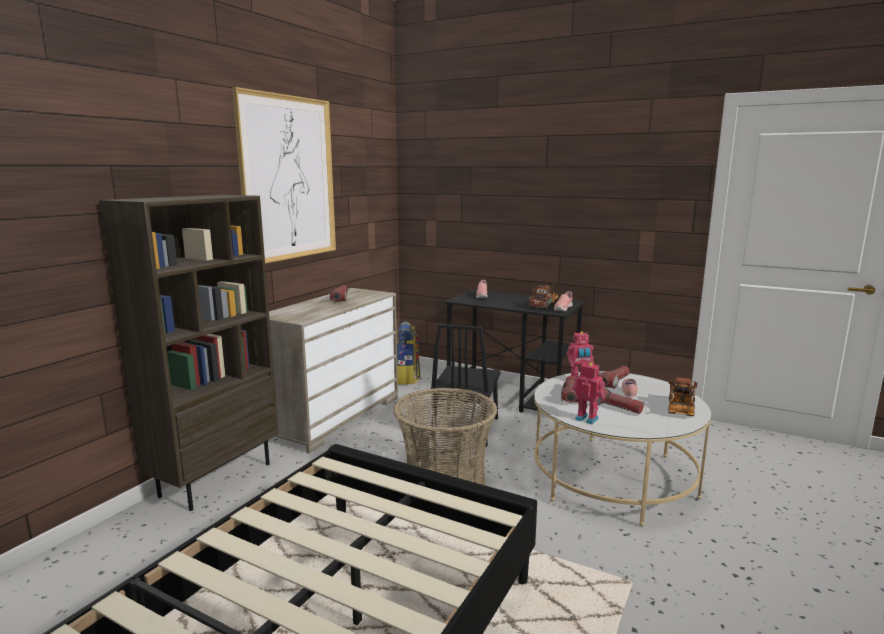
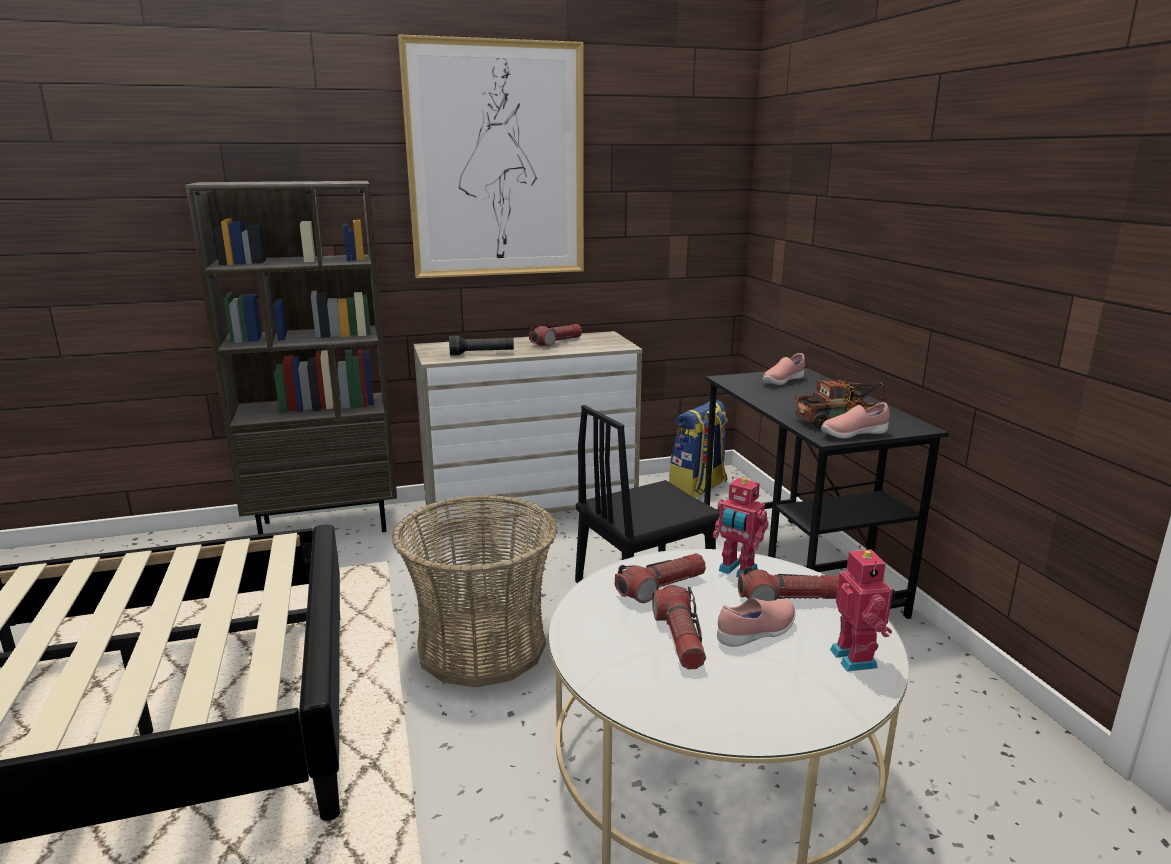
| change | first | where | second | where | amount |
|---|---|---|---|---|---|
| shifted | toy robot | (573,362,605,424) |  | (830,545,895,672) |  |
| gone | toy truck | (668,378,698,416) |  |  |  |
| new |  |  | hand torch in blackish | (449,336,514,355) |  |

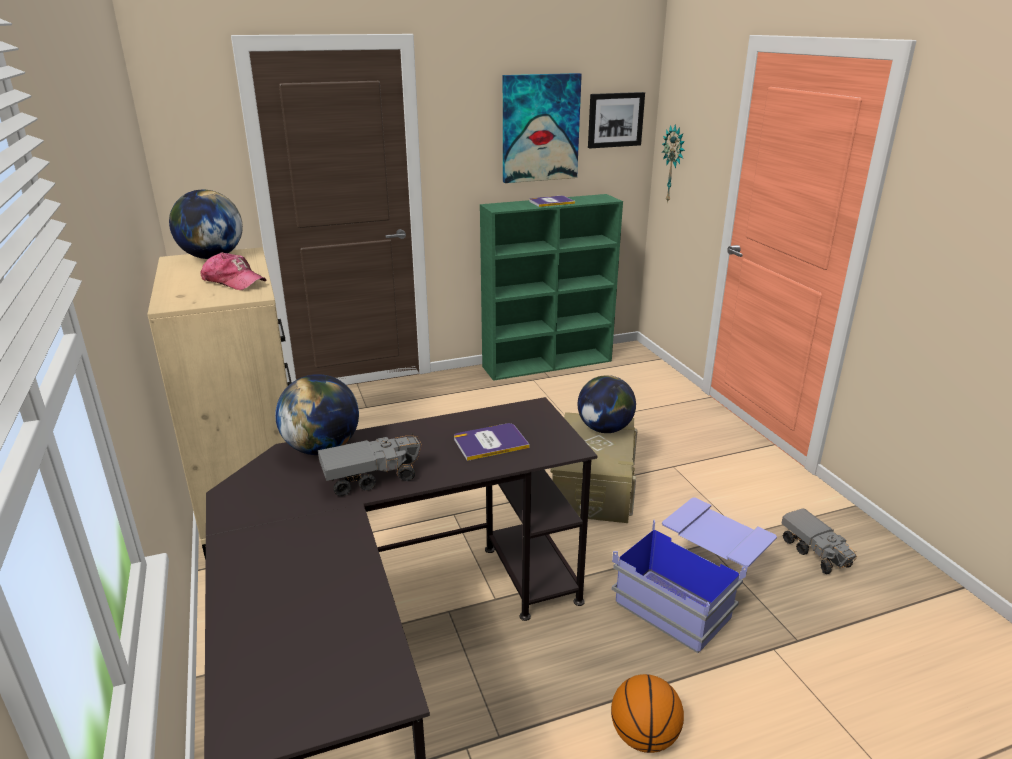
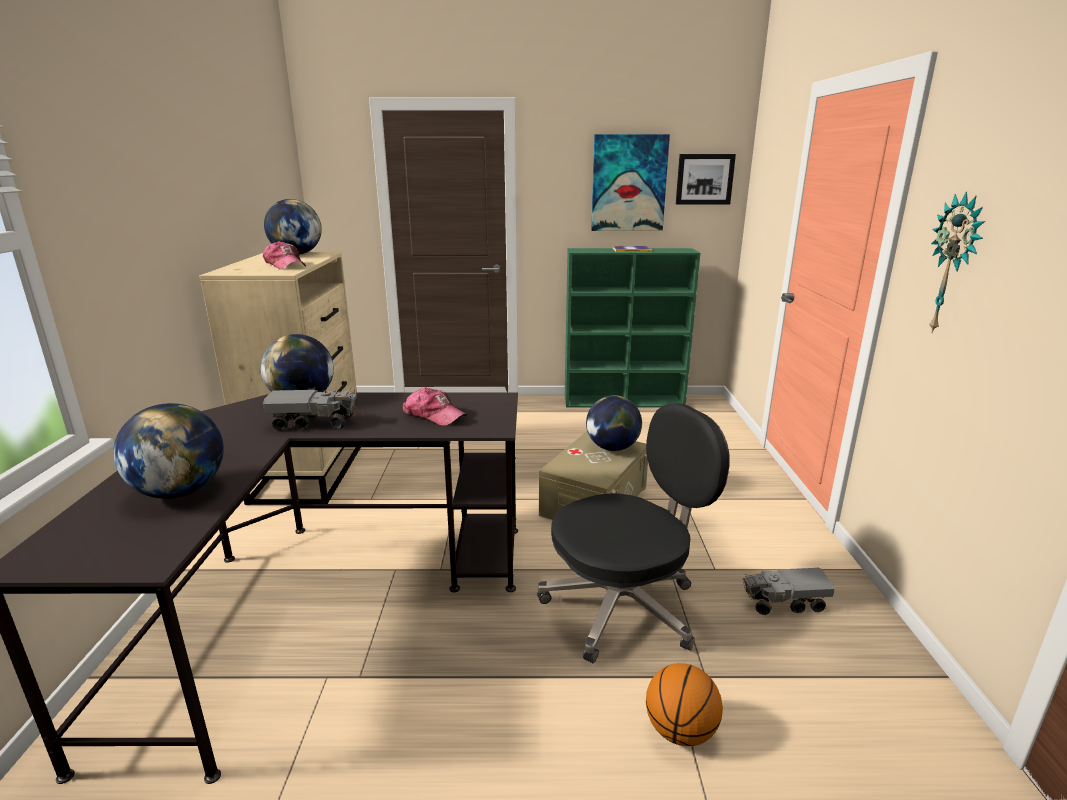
| change | first | where | second | where | amount |
|---|---|---|---|---|---|
| shifted | hanging clock | (662,124,685,203) |  | (929,192,985,333) |  |
| swapped | volume | (454,423,530,461) | cap | (403,387,467,426) |  |
| swapped | storage bin in blue | (612,498,777,653) | office chair in blackish | (537,403,730,663) |  |
| rotated | toy truck | (781,508,858,574) |  | (742,568,835,615) | 90 degrees clockwise |
| shifted | basketball ball | (611,674,684,753) |  | (646,663,723,746) |  |
| new |  |  | desk globe | (113,403,224,499) |  |

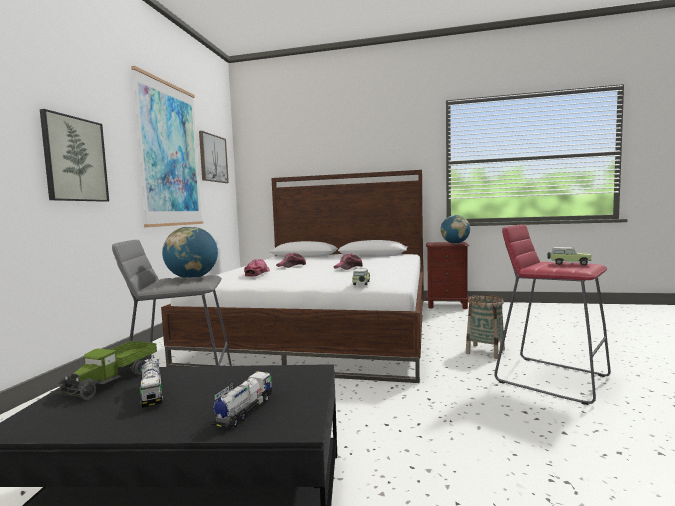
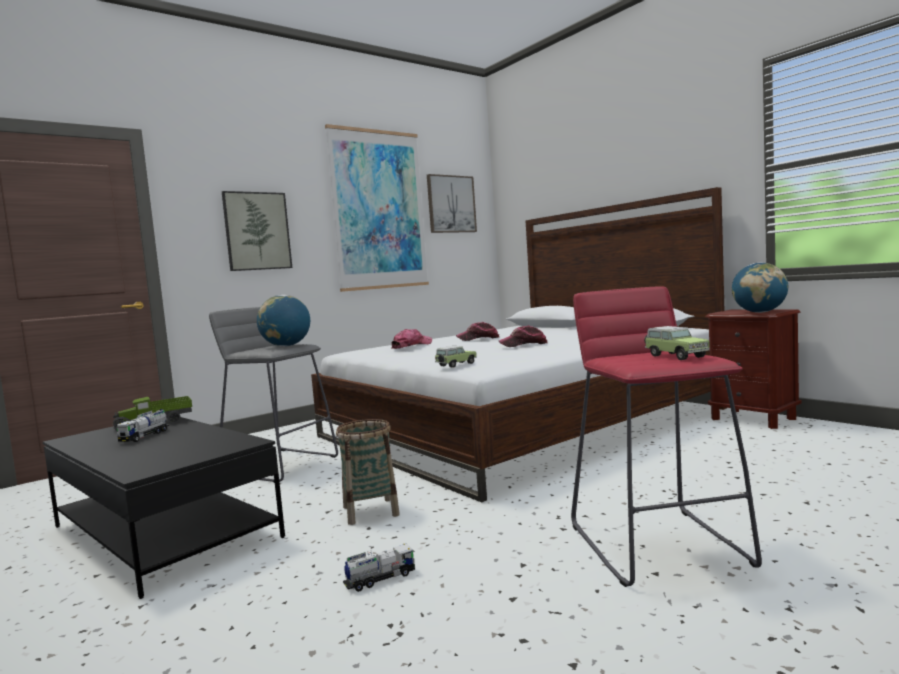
| change | first | where | second | where | amount |
|---|---|---|---|---|---|
| shifted | storage basket | (466,295,505,359) |  | (336,419,400,525) |  |
| shifted | toy truck | (212,371,272,428) |  | (343,544,415,592) |  |

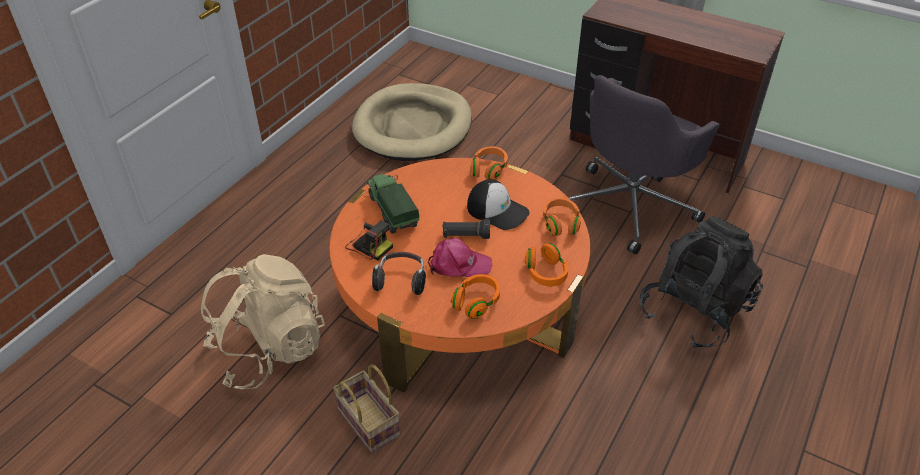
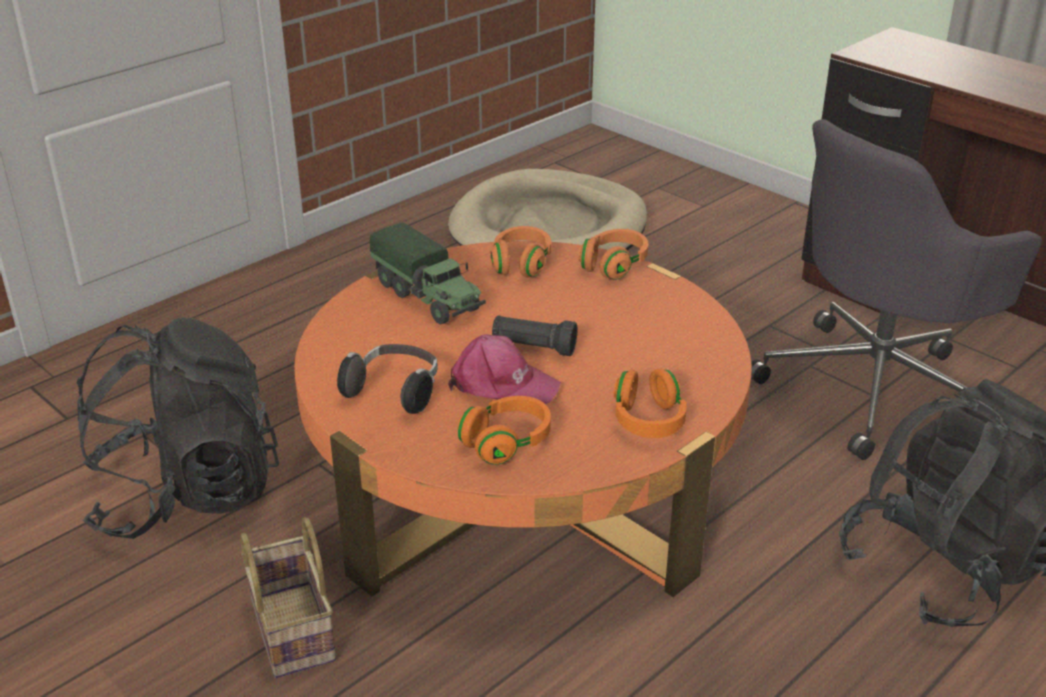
| change | first | where | second | where | amount |
|---|---|---|---|---|---|
| rotated | toy truck | (367,174,420,234) |  | (370,223,486,324) | 150 degrees clockwise |
| gone | cap | (467,179,530,230) |  |  |  |
| shifted | headset in orange-coloured | (543,198,581,236) |  | (490,226,551,278) |  |
| gone | photo camera | (345,221,393,261) |  |  |  |
| repainted | rucksack in beige-coloured | (201,254,325,389) | rucksack in blackish | (77,317,279,539) |  |

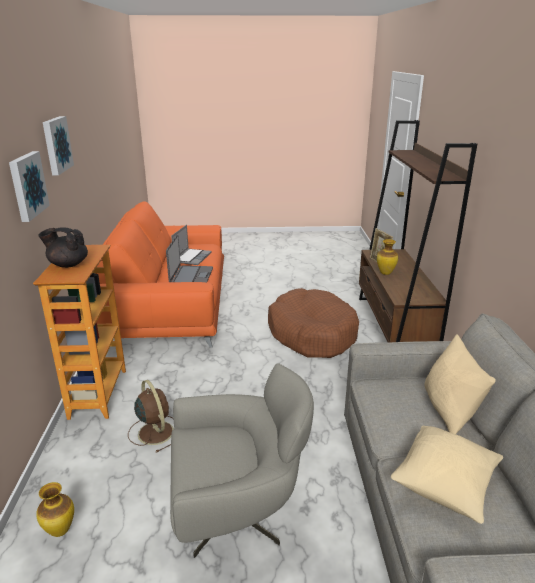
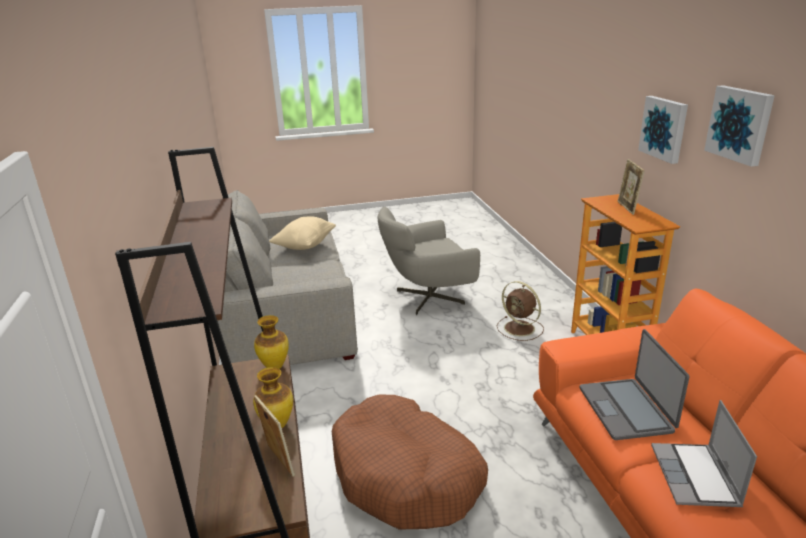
| change | first | where | second | where | amount |
|---|---|---|---|---|---|
| swapped | tea pot in blackish | (38,227,88,268) | standing frame | (618,159,645,215) |  |
| gone | pillow in beige-coloured | (424,334,496,434) |  |  |  |
| shifted | vase | (36,482,74,537) |  | (254,315,289,369) |  |

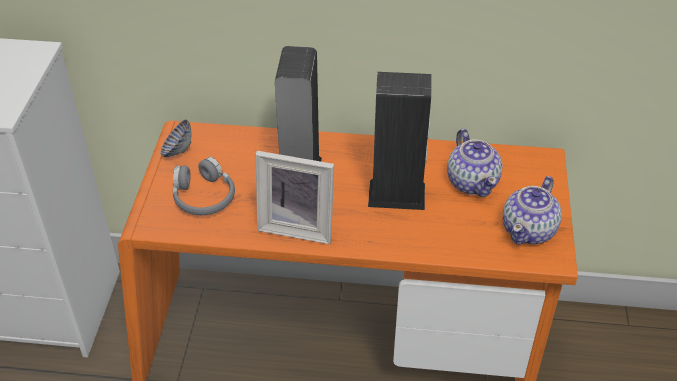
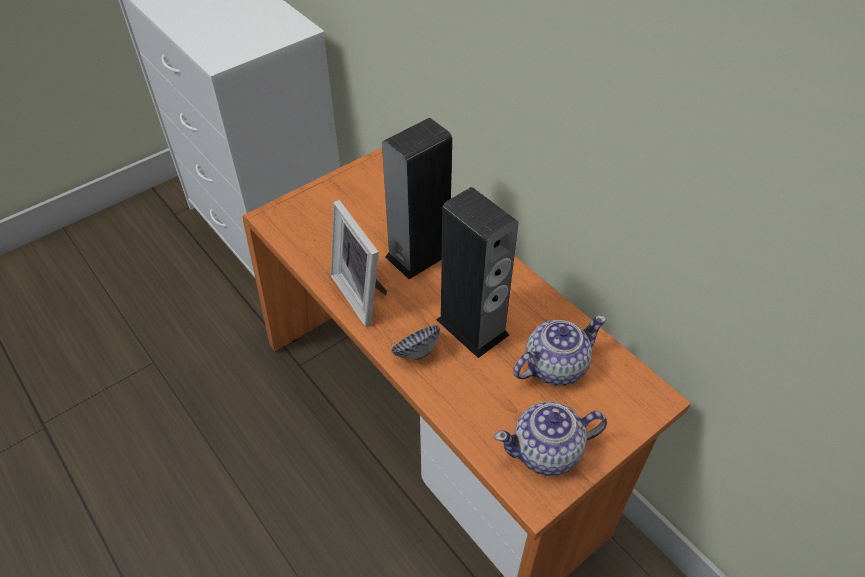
| change | first | where | second | where | amount |
|---|---|---|---|---|---|
| shifted | bowl | (160,120,192,157) |  | (391,325,440,360) |  |
| rotated | tea pot | (447,129,503,197) |  | (513,315,606,386) | 150 degrees counterclockwise |
| gone | headset in greyish | (173,157,235,215) |  |  |  |

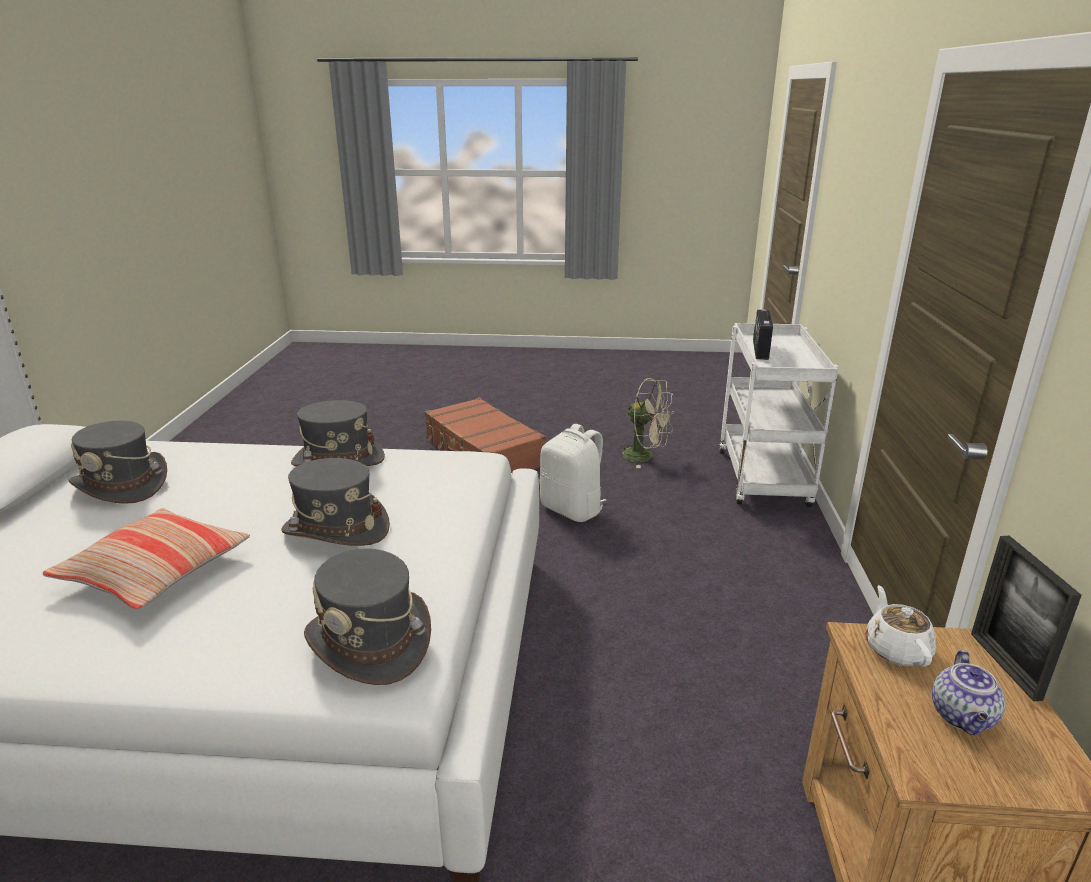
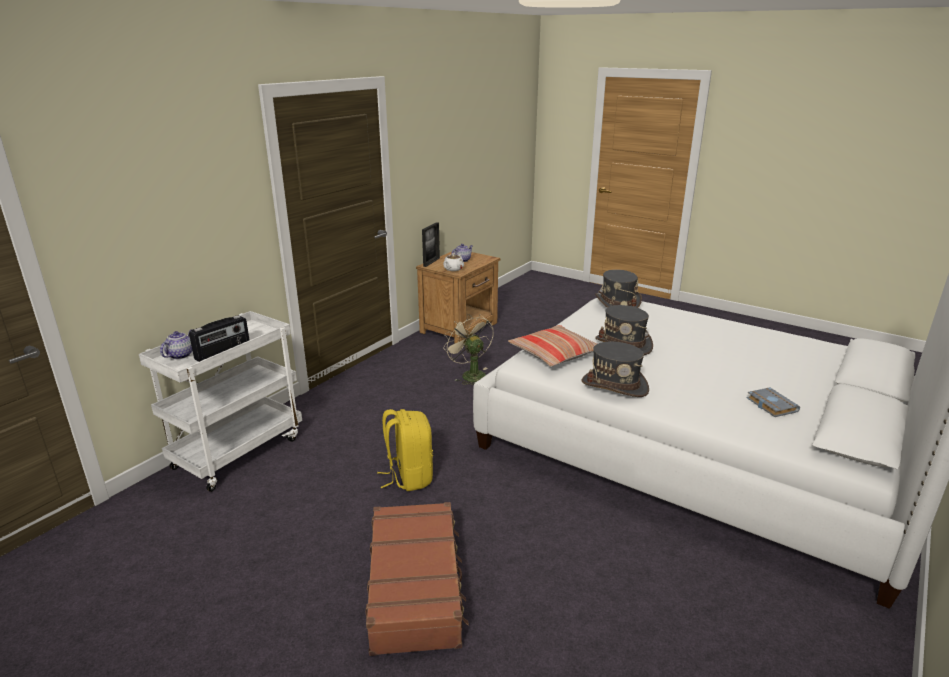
| change | first | where | second | where | amount |
|---|---|---|---|---|---|
| shifted | cooling fan in beige-coloured | (618,378,675,468) |  | (443,314,493,385) |  |
| swapped | wearable hat in greyish | (69,421,167,504) | volume in greyish | (746,387,800,417) |  |
| repainted | rucksack in white-coloured | (539,424,606,522) | rucksack in yellow-coloured | (377,409,433,491) |  |
| shifted | pillow | (43,508,250,609) |  | (508,325,597,367) |  |
| new |  |  | tea pot | (160,329,193,359) |  |

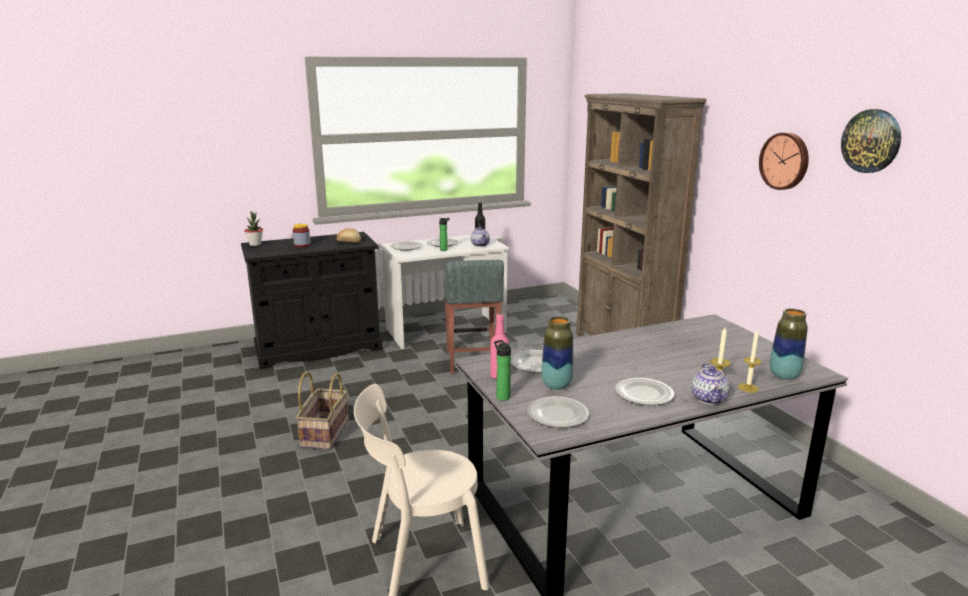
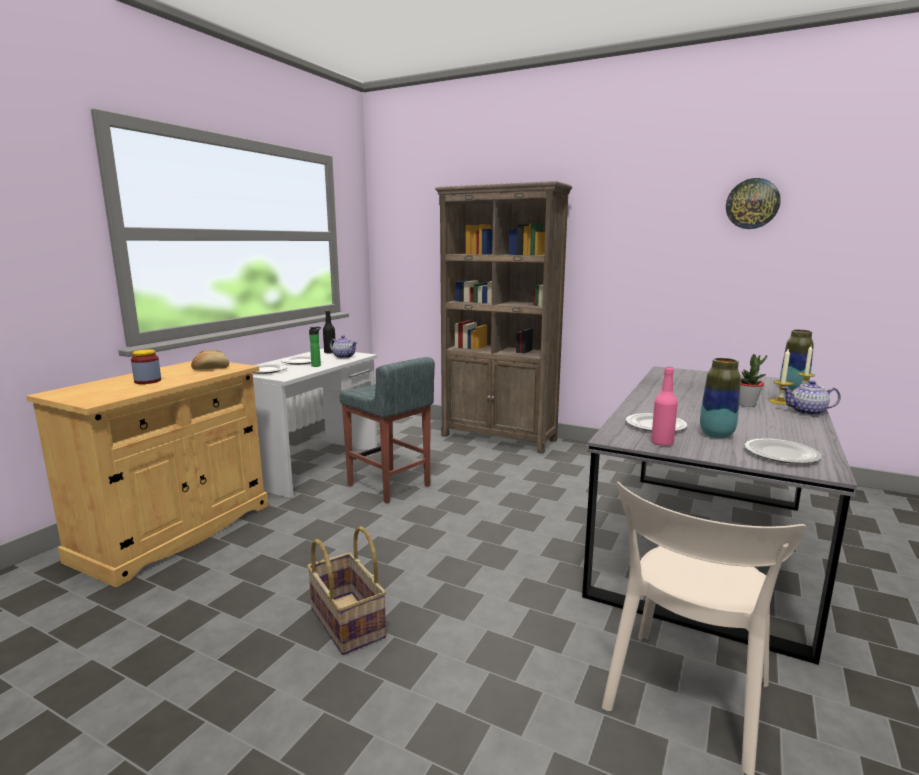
| change | first | where | second | where | amount |
|---|---|---|---|---|---|
| gone | hanging clock | (759,132,809,190) |  |  |  |
| shifted | houseplant | (244,211,263,246) |  | (739,354,767,407) |  |
| repainted | storage cabinet in blackish | (241,232,383,369) | storage cabinet in beige-coloured | (26,361,268,588) |  |
| gone | beverage bottle | (494,340,511,401) |  |  |  |
| rotated | tea pot | (691,363,730,405) |  | (782,381,841,416) | 135 degrees clockwise |
| gone | dinner plate | (615,378,675,405) |  |  |  |

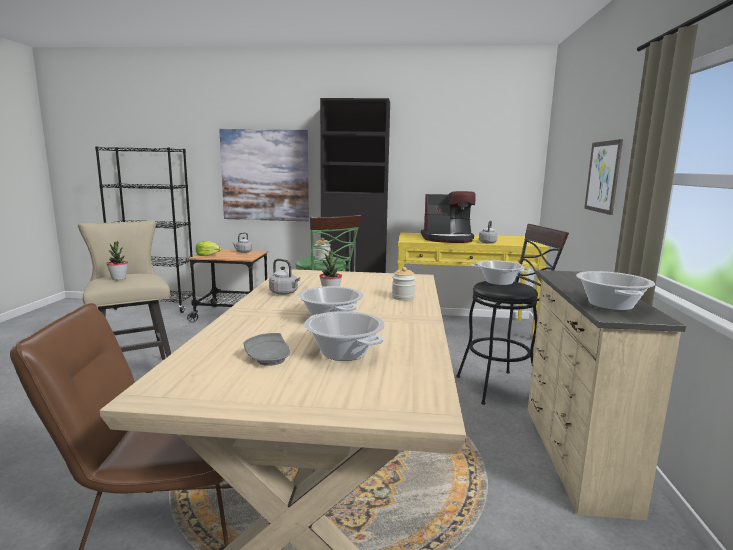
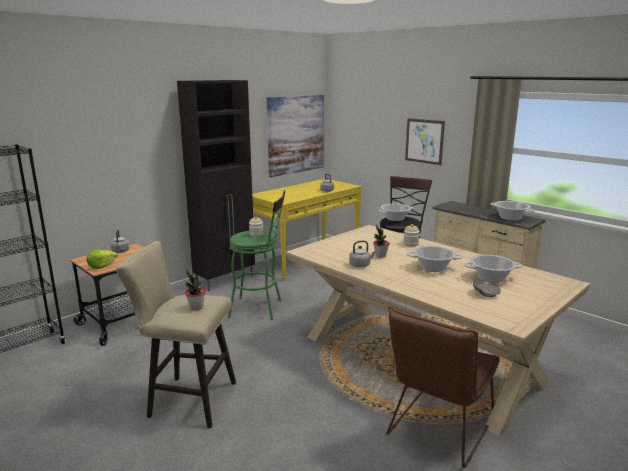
| change | first | where | second | where | amount |
|---|---|---|---|---|---|
| shifted | picture | (219,129,309,221) |  | (267,95,324,177) |  |
| gone | coffee brewer | (421,191,476,243) |  |  |  |

